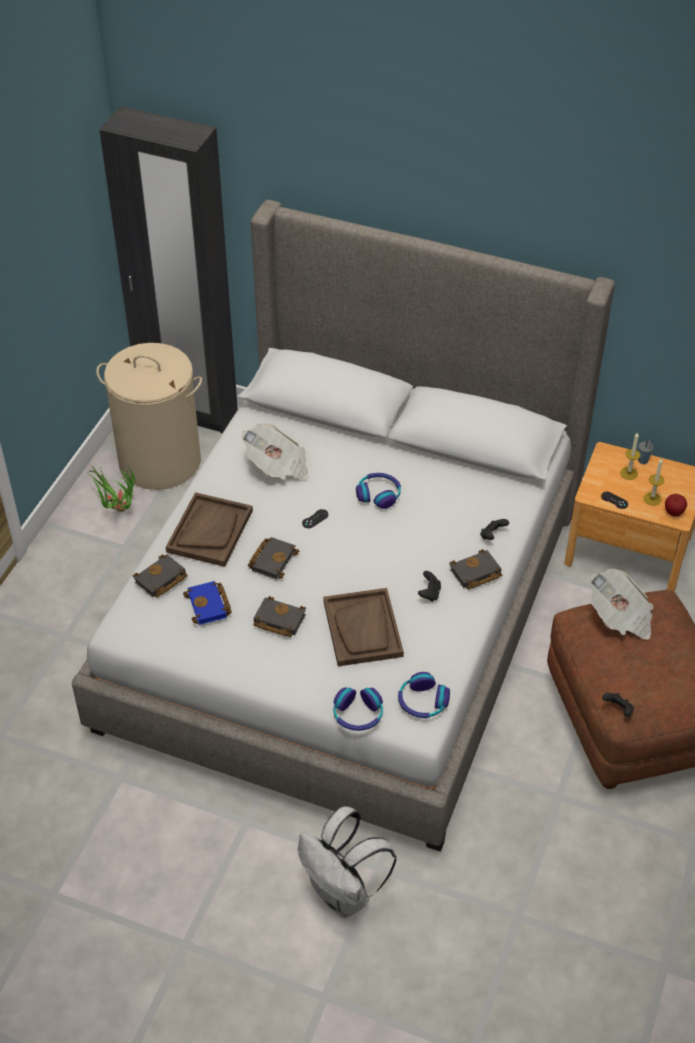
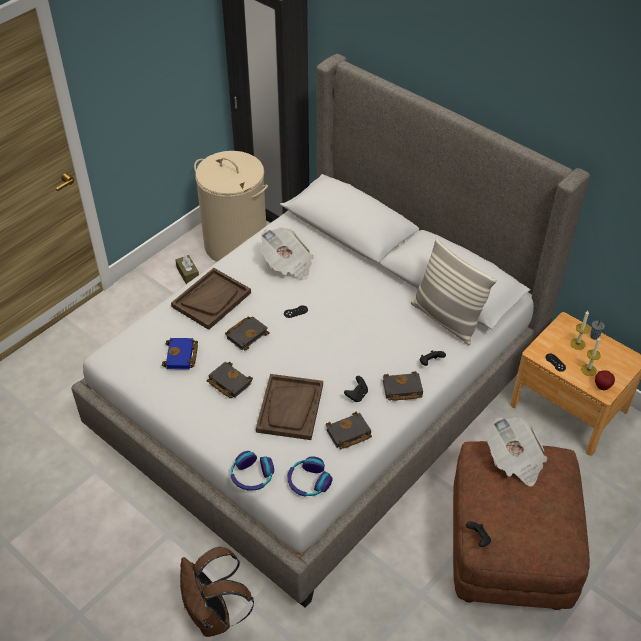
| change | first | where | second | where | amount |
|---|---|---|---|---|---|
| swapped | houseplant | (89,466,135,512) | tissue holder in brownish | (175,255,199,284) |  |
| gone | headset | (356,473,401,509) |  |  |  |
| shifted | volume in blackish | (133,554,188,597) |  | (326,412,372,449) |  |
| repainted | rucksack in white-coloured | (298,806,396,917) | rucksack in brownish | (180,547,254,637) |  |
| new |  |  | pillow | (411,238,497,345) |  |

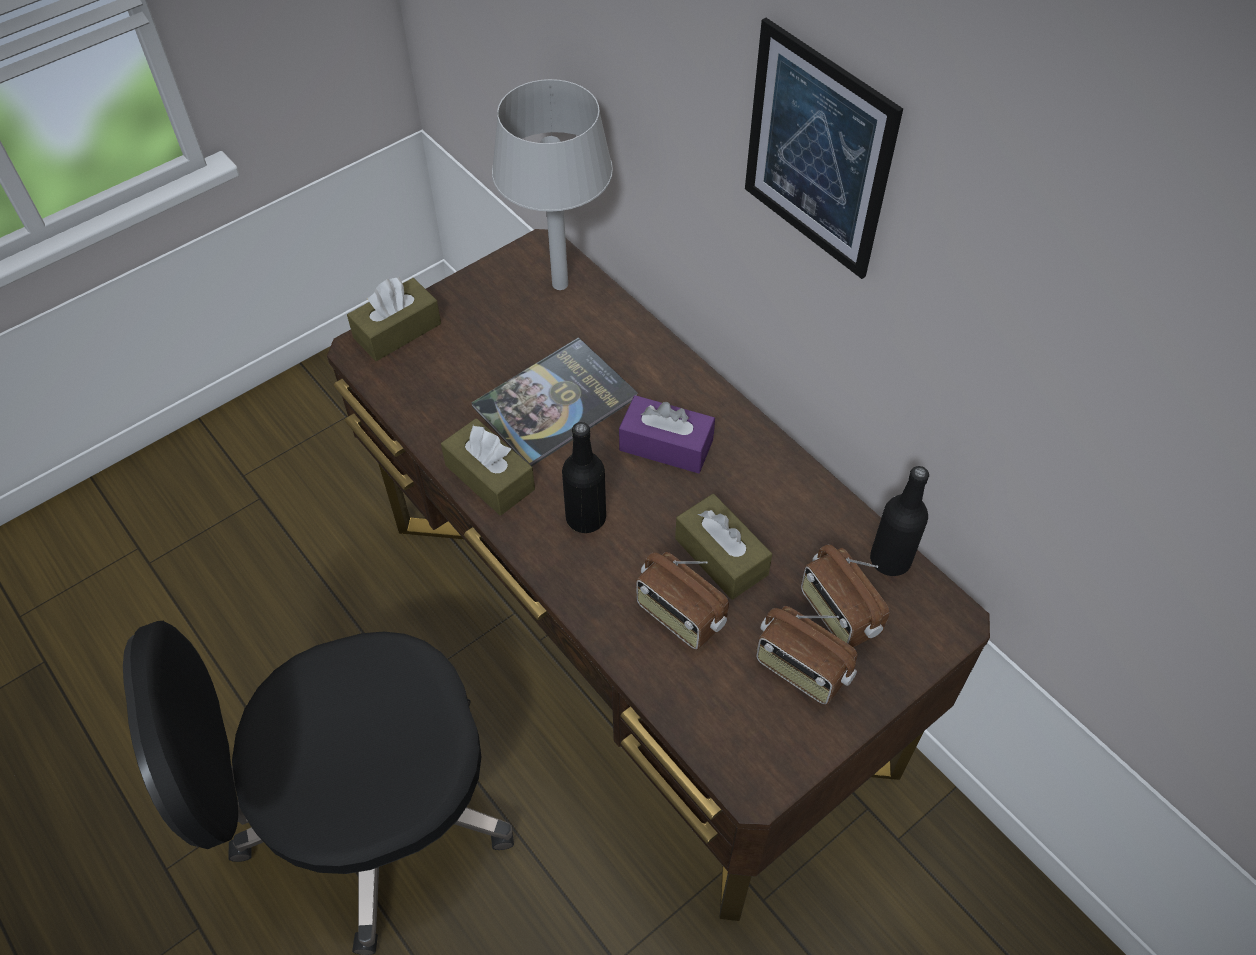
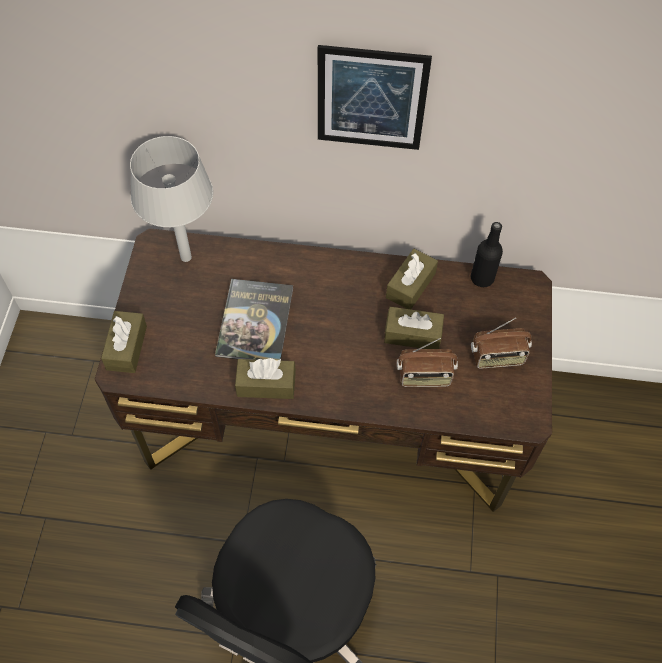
| change | first | where | second | where | amount |
|---|---|---|---|---|---|
| gone | tissue holder in purple-coloured | (619,395,715,473) |  |  |  |
| gone | beverage bottle in blackish | (562,422,606,533) |  |  |  |
| gone | radio set | (801,545,890,647) |  |  |  |
| new |  |  | tissue holder in brownish | (386,249,438,309) |  |

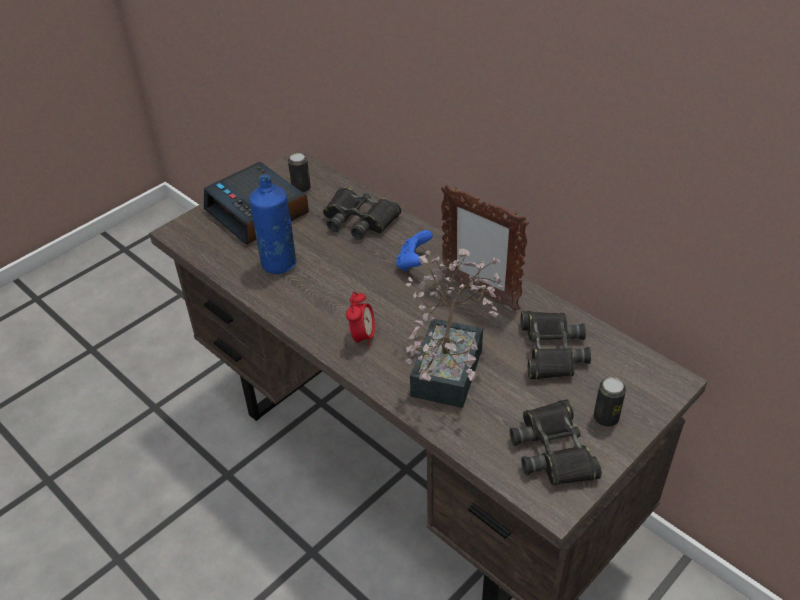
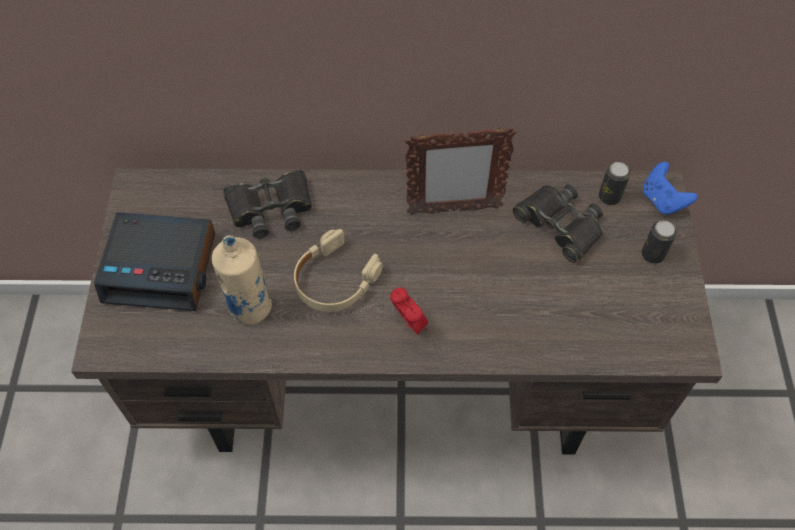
| change | first | where | second | where | amount |
|---|---|---|---|---|---|
| shifted | metal can | (288,153,311,193) |  | (599,162,631,205) |  |
| repainted | beverage bottle in blue | (249,174,297,274) | beverage bottle in beige-coloured | (212,235,272,325) |  |
| shifted | gamepad in blue | (396,230,433,271) |  | (643,162,698,215) |  |
| gone | houseplant | (405,249,503,408) |  |  |  |
| gone | binoculars in blackish | (510,399,602,485) |  |  |  |
| new |  |  | headset in beige-coloured | (294,229,383,312) |  |

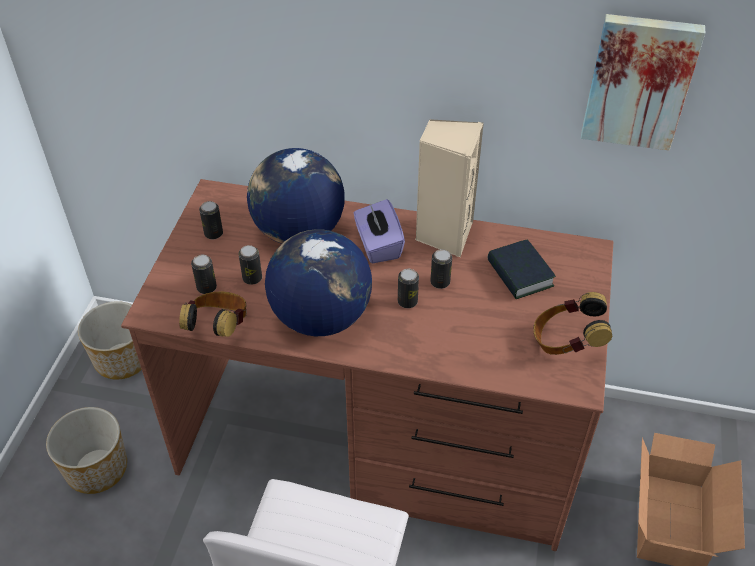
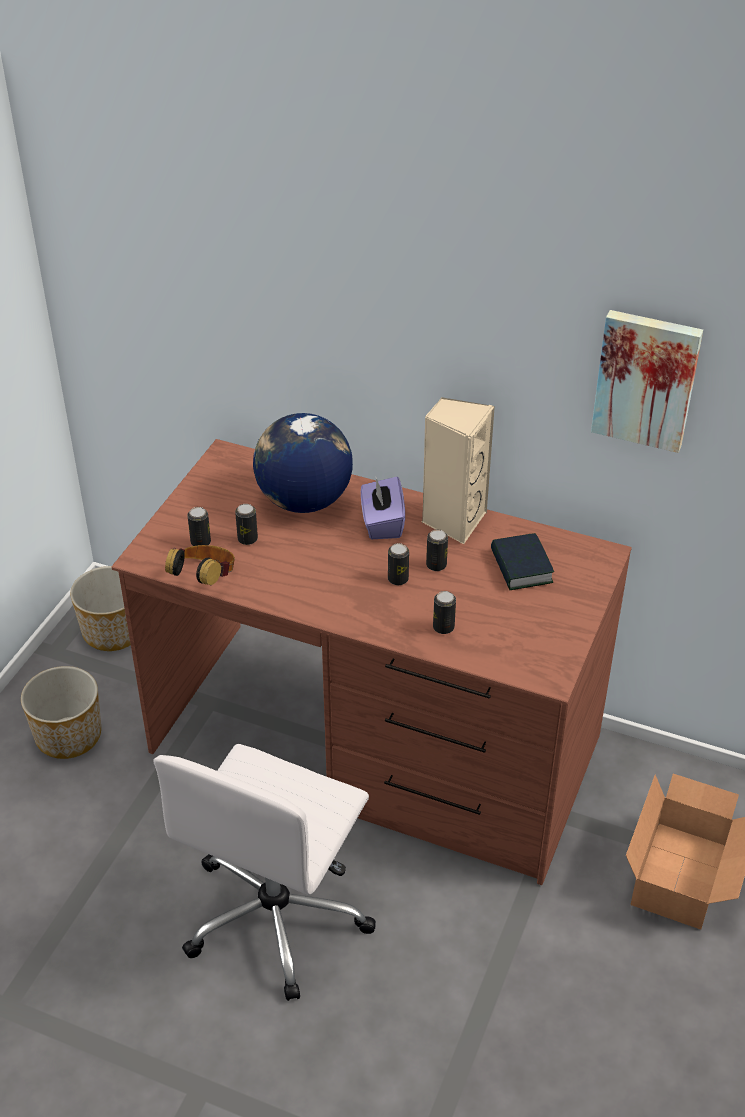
| change | first | where | second | where | amount |
|---|---|---|---|---|---|
| shifted | metal can | (199,201,223,239) |  | (433,591,456,634) |  |
| gone | desk globe | (265,229,372,336) |  |  |  |
| gone | headset | (533,292,612,355) |  |  |  |

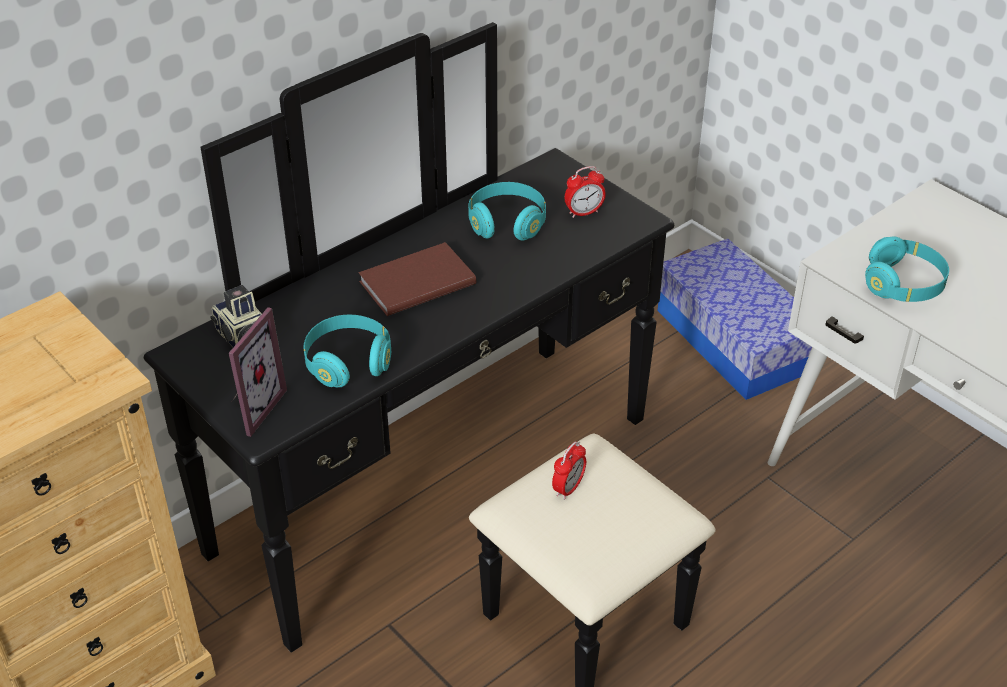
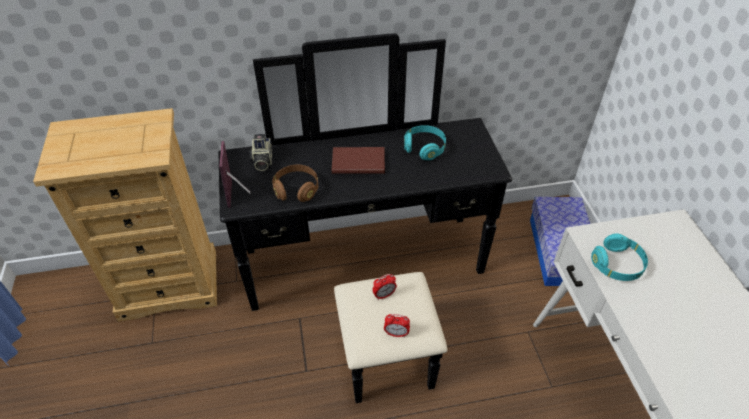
| change | first | where | second | where | amount |
|---|---|---|---|---|---|
| shifted | table clock | (564,166,606,218) |  | (384,314,410,337) |  |
| rotated | standing frame | (229,307,287,437) |  | (219,141,250,208) | 120 degrees clockwise |
| repainted | headset in turquoise | (304,315,391,388) | headset in brownish | (272,165,318,202) |  |

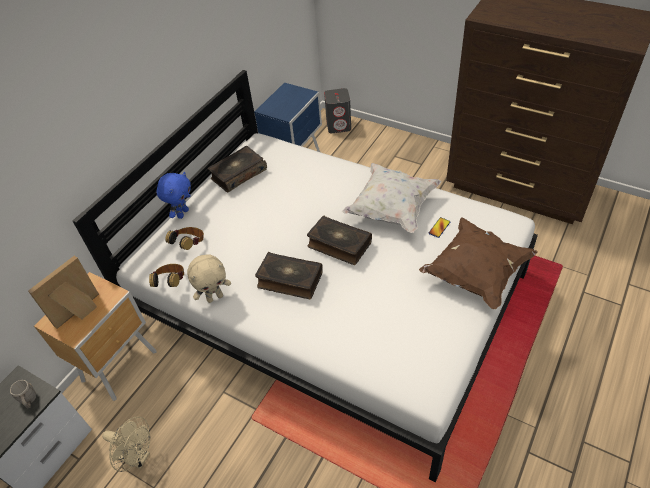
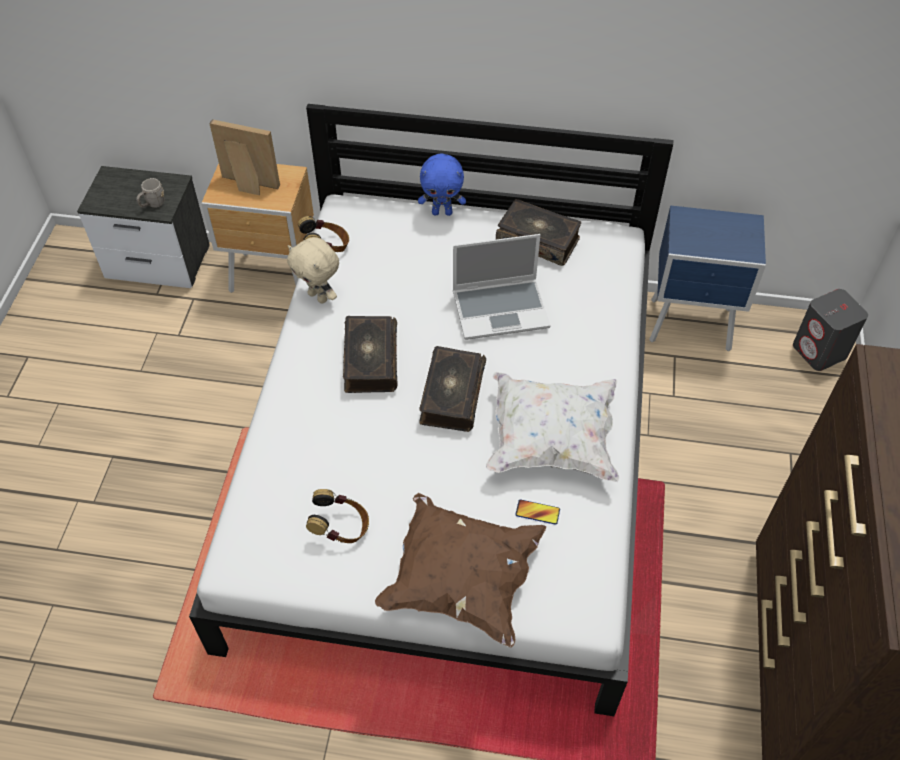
| change | first | where | second | where | amount |
|---|---|---|---|---|---|
| shifted | headset | (165,227,204,250) |  | (306,489,369,543) |  |
| gone | cooling fan in beige-coloured | (102,417,150,472) |  |  |  |
| new |  |  | laptop | (453,234,550,340) |  |

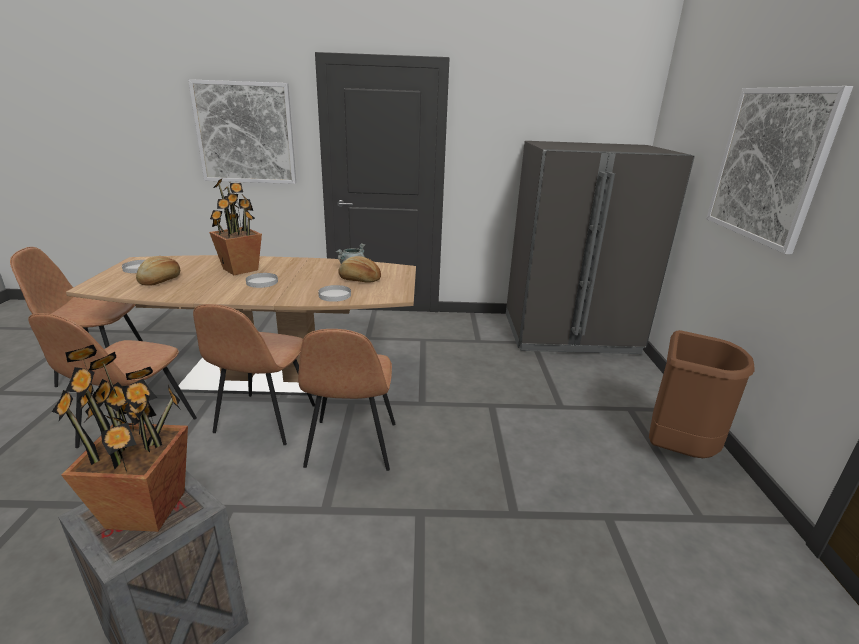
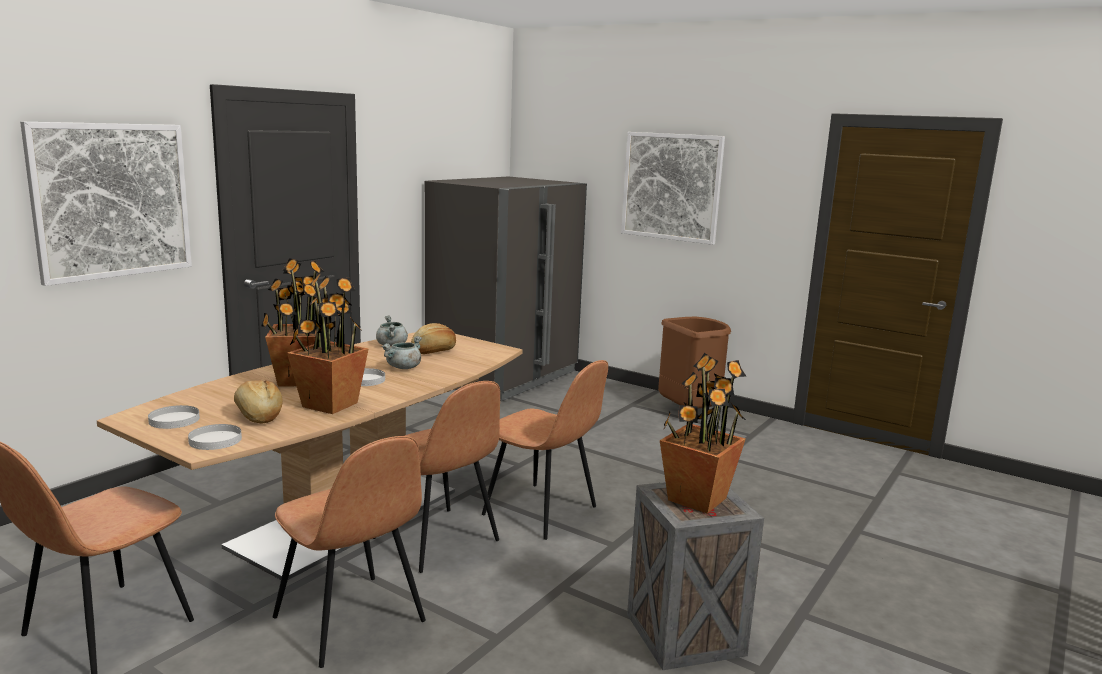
| change | first | where | second | where | amount |
|---|---|---|---|---|---|
| shifted | dinner plate in white-coloured | (318,285,351,302) |  | (188,424,242,450) |  |
| new |  |  | houseplant | (287,272,369,414) |  |
| new |  |  | saucepot in greyish | (381,336,422,369) |  |

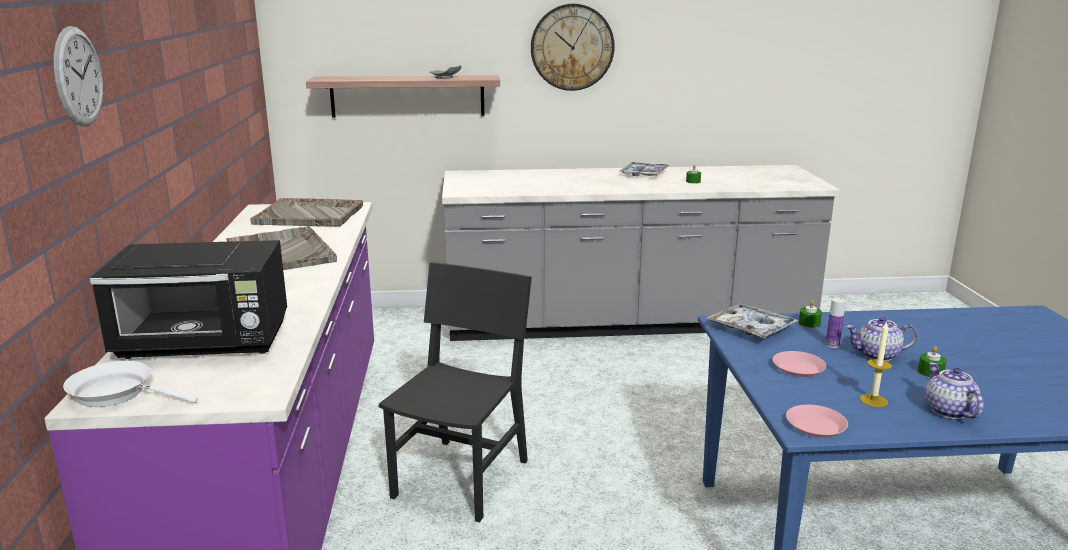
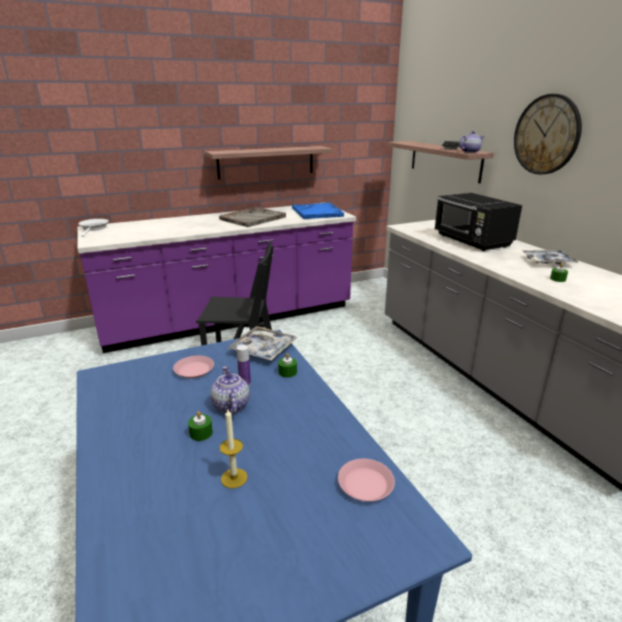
| change | first | where | second | where | amount |
|---|---|---|---|---|---|
| gone | hanging clock | (54,26,103,126) |  |  |  |
| repainted | carrying tray in greyish | (250,198,363,227) | carrying tray in blue | (292,202,344,219) |  |
| shifted | kitchen microwave in blackish | (90,240,287,359) |  | (434,193,522,251) |  |
| shifted | wax candle | (860,321,892,407) |  | (219,409,247,488) |  |
| shifted | tea pot | (925,362,984,419) |  | (459,131,484,153) |  |
| shifted | dinner plate in pink-coloured | (786,405,848,438) |  | (338,459,395,501) |  |
| new |  |  | bracket shelf | (205,146,333,180) |  |

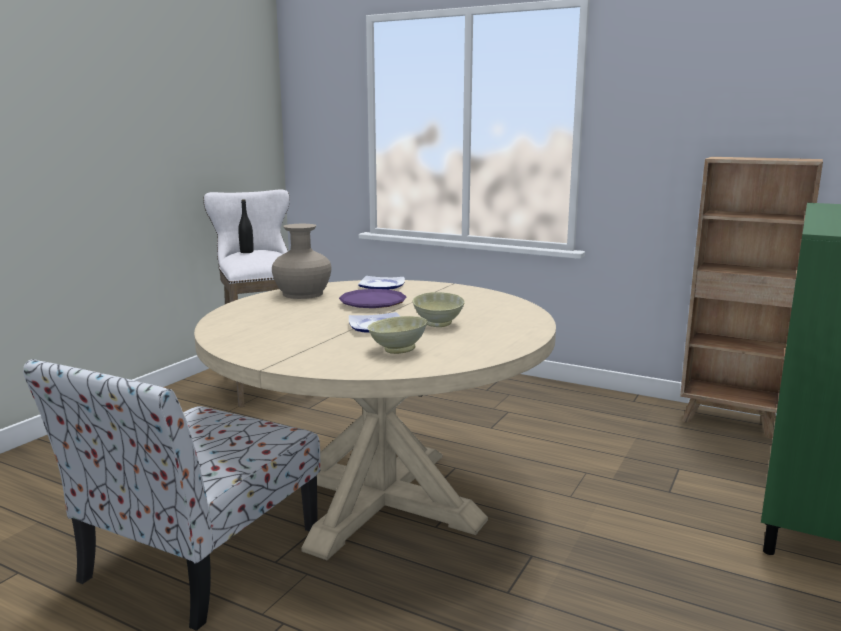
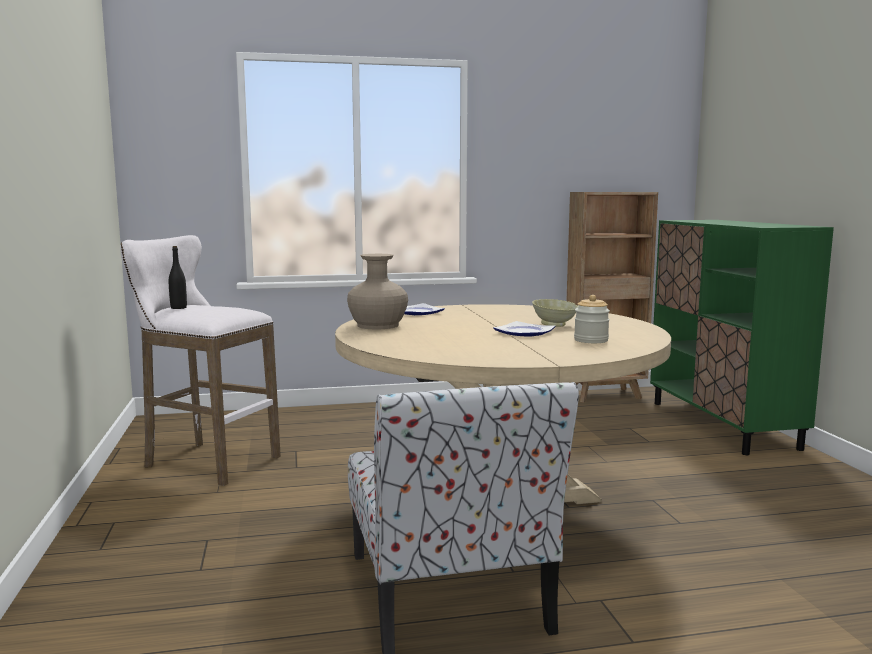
| change | first | where | second | where | amount |
|---|---|---|---|---|---|
| gone | dinner plate in purple-coloured | (339,289,406,308) |  |  |  |
| swapped | bowl in beige-coloured | (368,316,428,354) | preserve jar | (574,295,610,343) |  |

